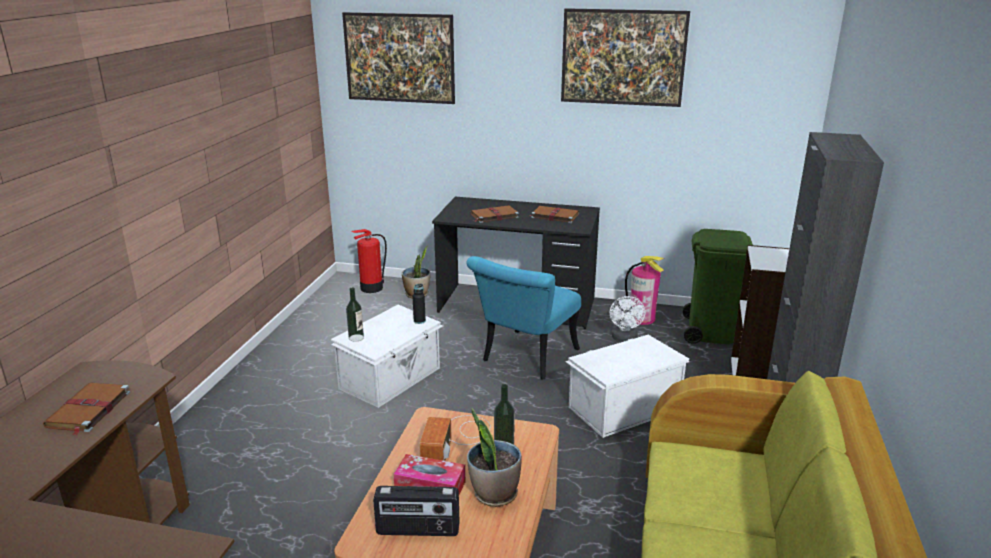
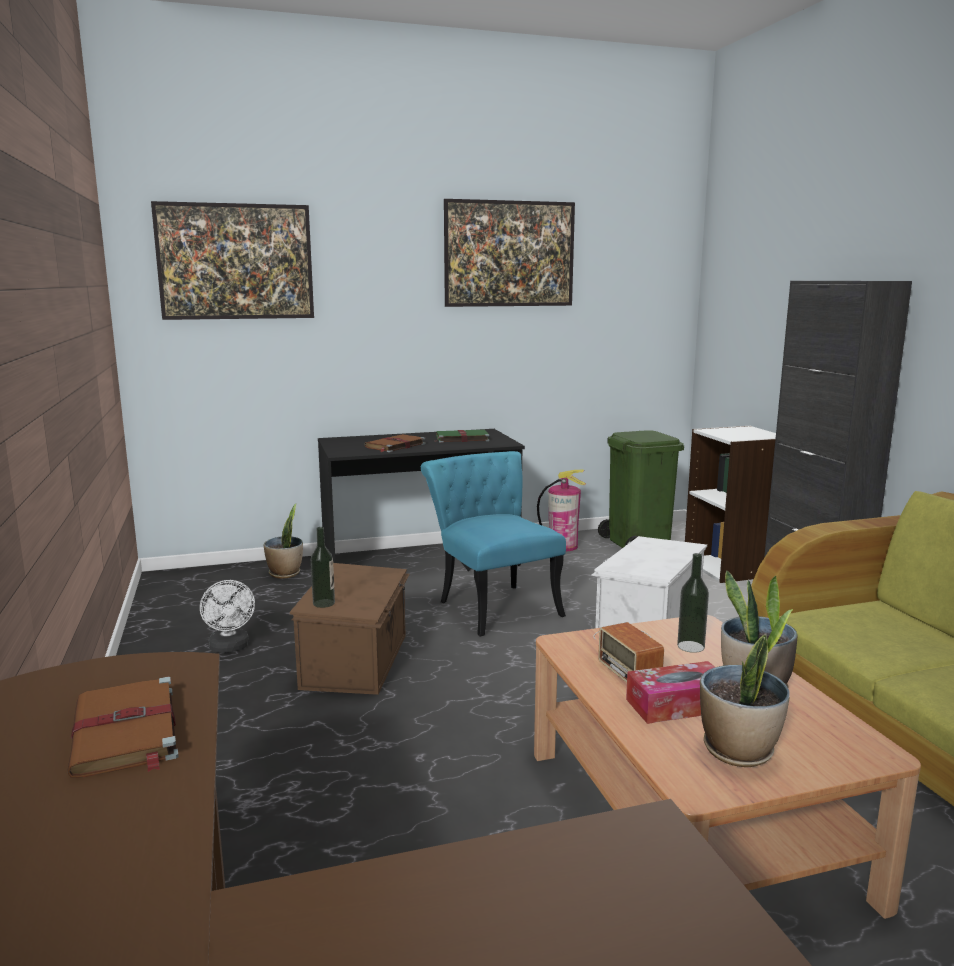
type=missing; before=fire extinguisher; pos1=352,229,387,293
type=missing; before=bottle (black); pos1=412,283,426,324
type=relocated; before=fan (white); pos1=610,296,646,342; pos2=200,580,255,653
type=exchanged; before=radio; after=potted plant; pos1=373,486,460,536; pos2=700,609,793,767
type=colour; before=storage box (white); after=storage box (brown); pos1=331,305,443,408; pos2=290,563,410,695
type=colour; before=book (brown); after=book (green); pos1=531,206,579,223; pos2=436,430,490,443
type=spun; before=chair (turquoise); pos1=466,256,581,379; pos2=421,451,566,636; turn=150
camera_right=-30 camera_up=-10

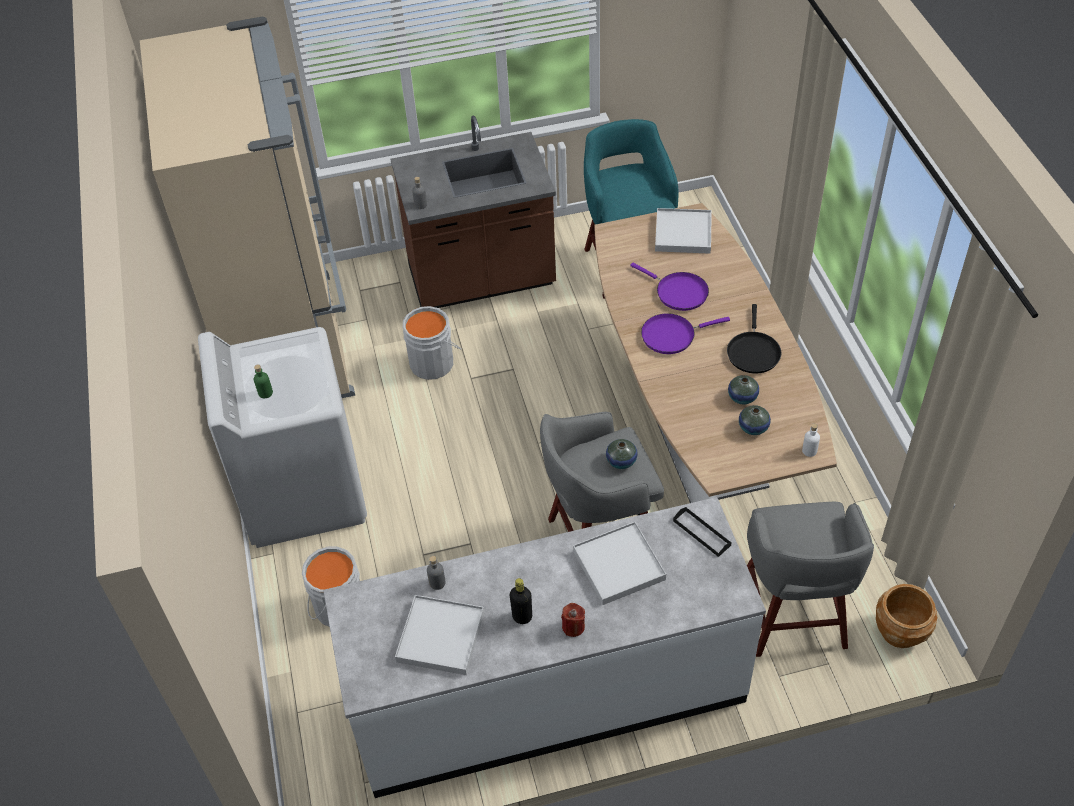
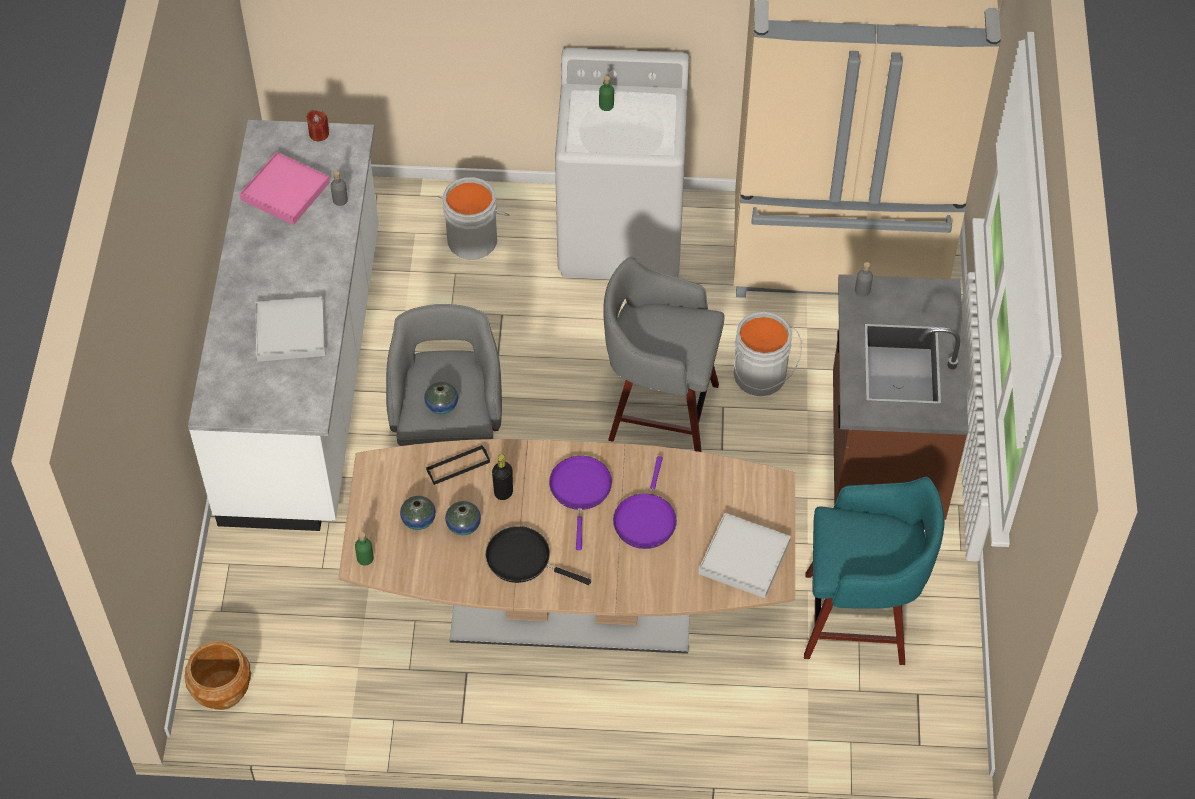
type=relocated; before=bottle (black); pos1=510,578,532,624; pos2=492,454,513,500
type=relocated; before=candle (red); pos1=561,603,585,637; pos2=306,110,329,141
type=relocated; before=tray (black); pos1=673,507,732,557; pos2=426,445,490,485
type=relocated; before=stool (grey); pos1=747,502,874,657; pos2=603,257,725,452
type=colour; before=tray (white); after=tray (pink); pos1=395,595,484,675; pos2=240,152,330,225
type=colour; before=bottle (white); after=bottle (green); pos1=802,423,820,457; pos2=355,532,374,565
type=spun; before=frying pan (purple); pos1=630,263,709,311; pos2=613,456,677,549; turn=-45
camera_right=105 camera_up=5

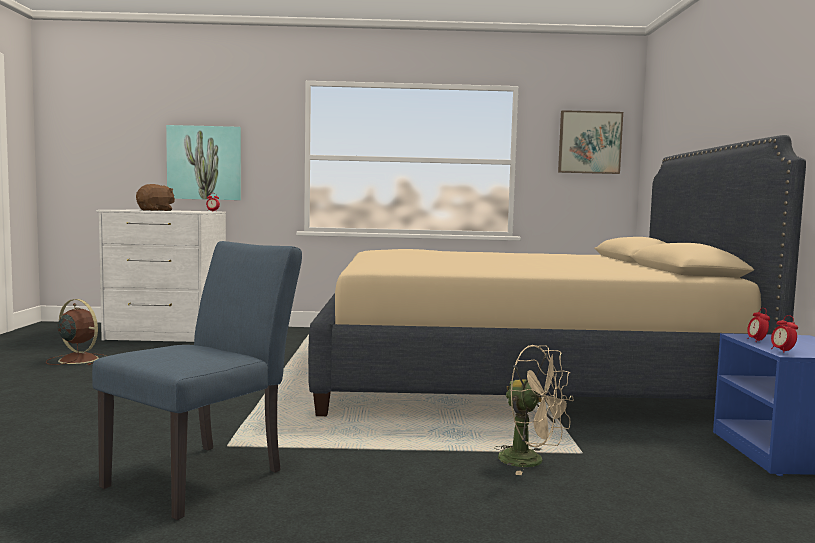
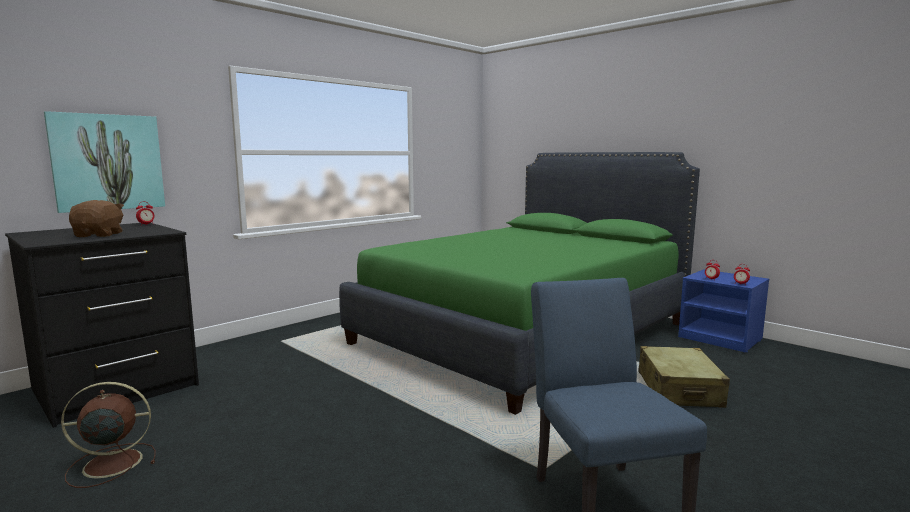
type=missing; before=picture; pos1=558,110,623,174
type=exchanged; before=fan (beige); after=suitcase (beige); pos1=494,345,574,475; pos2=638,346,730,408
type=colour; before=dresser (white); after=dresser (black); pos1=96,210,226,342; pos2=5,223,199,428
type=colour; before=bed (beige); after=bed (green); pos1=308,135,806,416; pos2=339,152,700,415
camera_right=-45 camera_up=5

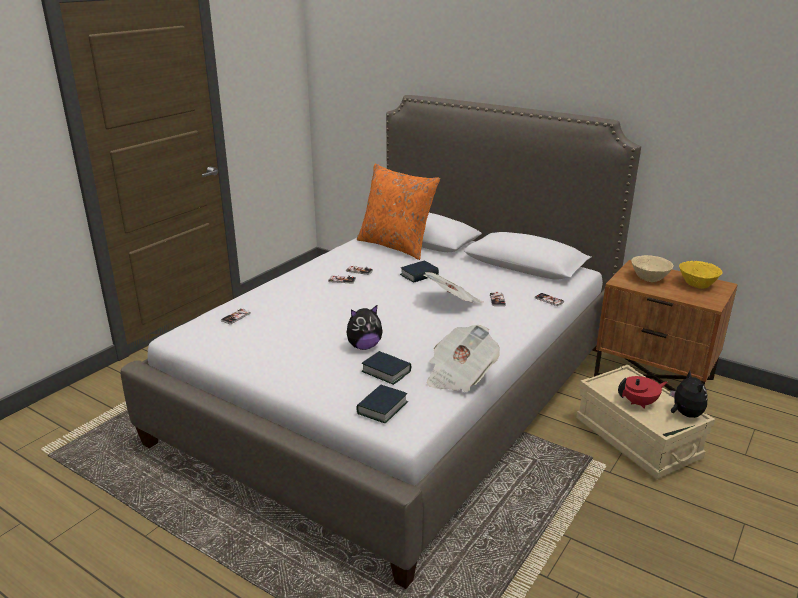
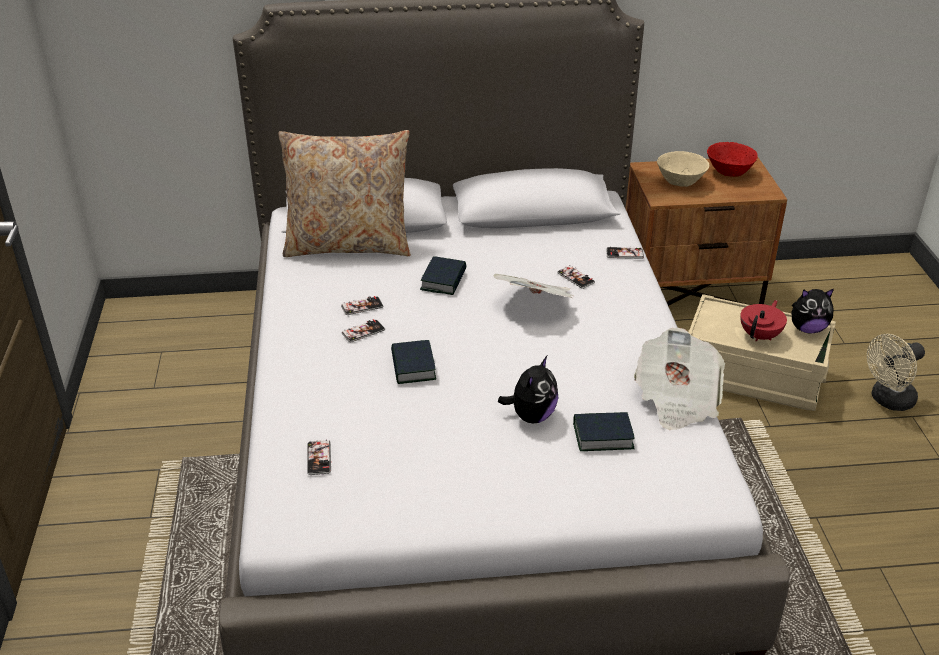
type=appeared; after=fan (beige); pos2=867,334,925,411
type=relocated; before=book; pos1=356,385,408,423; pos2=391,340,436,384
type=colour; before=pillow (orange); after=pillow (beige); pos1=357,164,440,260; pos2=278,130,411,257
type=colour; before=bowl (yellow); after=bowl (red); pos1=679,261,723,289; pos2=707,142,758,177
type=spun; before=plush toy; pos1=670,370,708,418; pos2=792,289,834,334; turn=135
camera_right=-40 camera_up=10

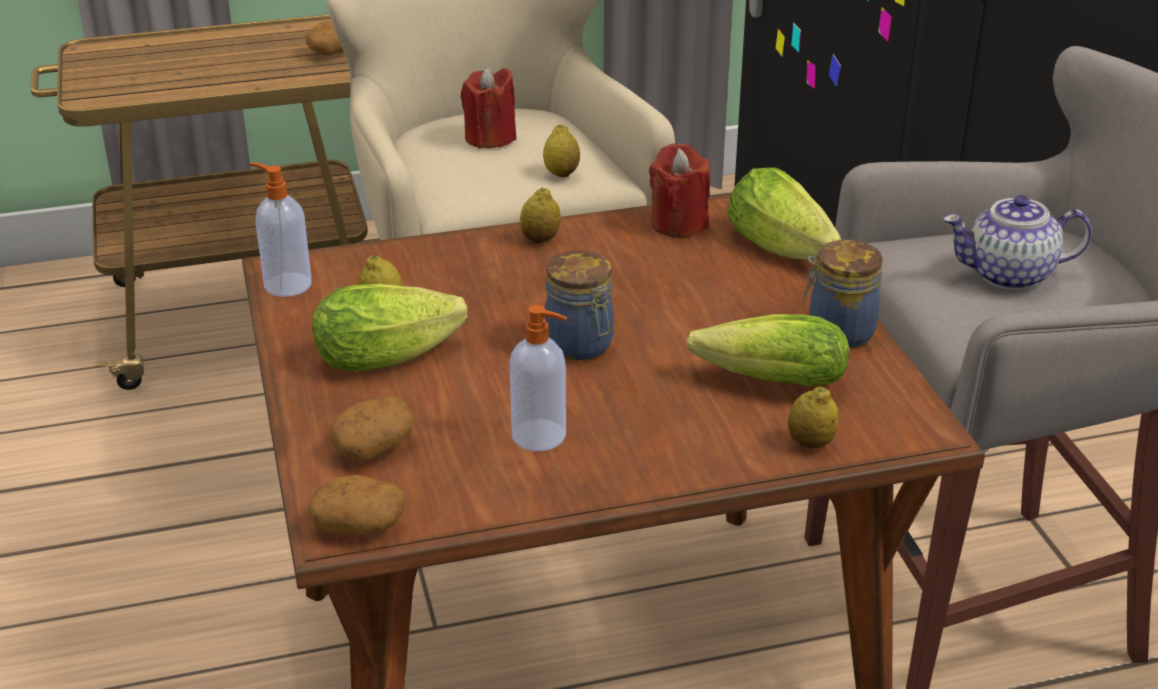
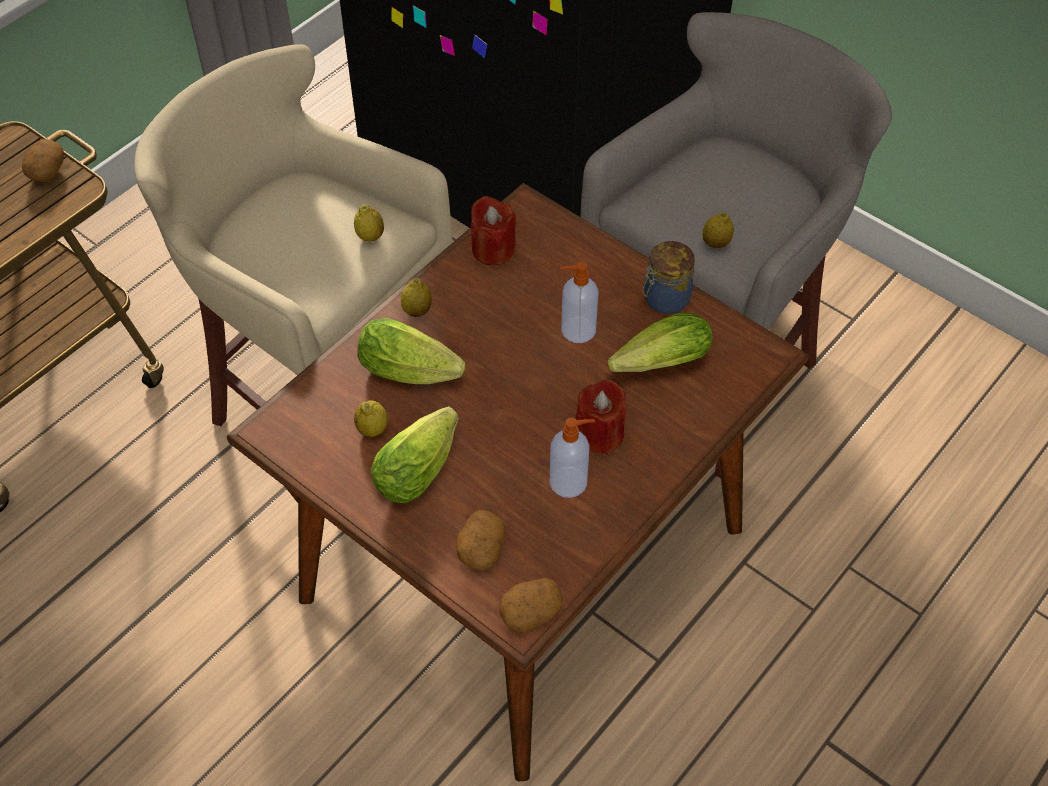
type=missing; before=jar; pos1=544,251,614,360
type=missing; before=teapot; pos1=944,195,1092,290
type=relocated; before=soap dispenser; pos1=250,163,312,297; pos2=560,262,599,343
type=relocated; before=candle (red); pos1=461,67,517,149; pos2=576,380,626,455
type=relocated; before=lettuce; pos1=727,167,841,260; pos2=358,318,465,384
type=relocated; before=lemon; pos1=788,387,839,448; pos2=703,212,734,248
camera_right=-35 camera_up=20

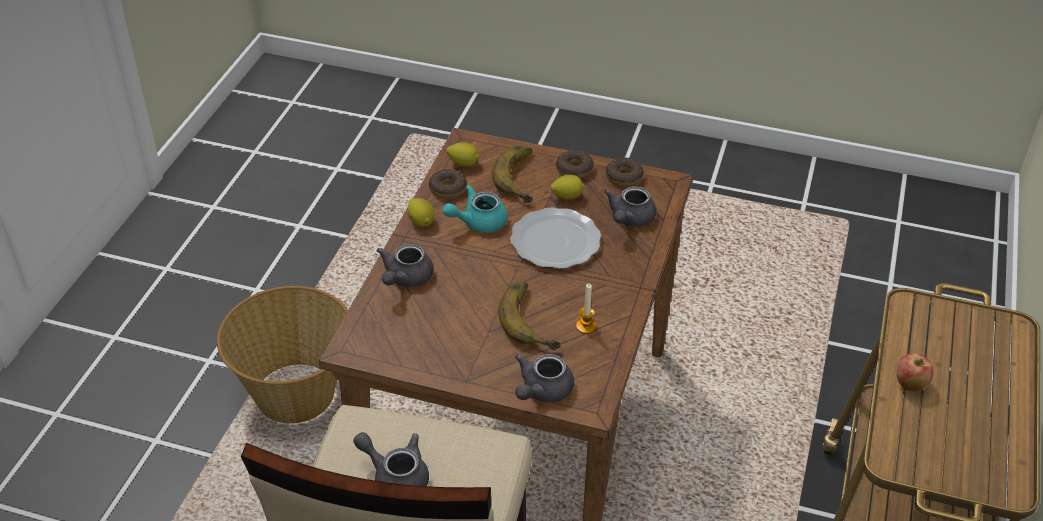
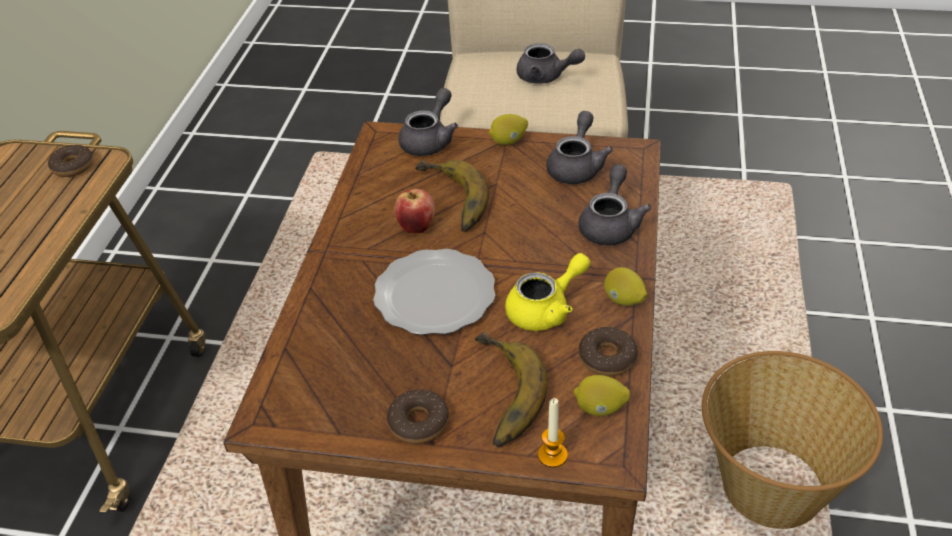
type=relocated; before=lemon; pos1=550,175,585,200; pos2=489,114,528,145
type=relocated; before=candle; pos1=576,283,596,334; pos2=538,398,568,468
type=relocated; before=teapot (grey); pos1=604,186,656,227; pos2=546,111,613,184
type=relocated; before=donut; pos1=606,157,644,186; pos2=48,145,94,177
type=relocated; before=apple; pos1=897,353,934,391; pos2=394,189,435,233
type=colour; before=teapot (turquoise); after=teapot (yellow); pos1=442,185,508,233; pos2=505,253,590,331
camera_right=175 camera_up=0

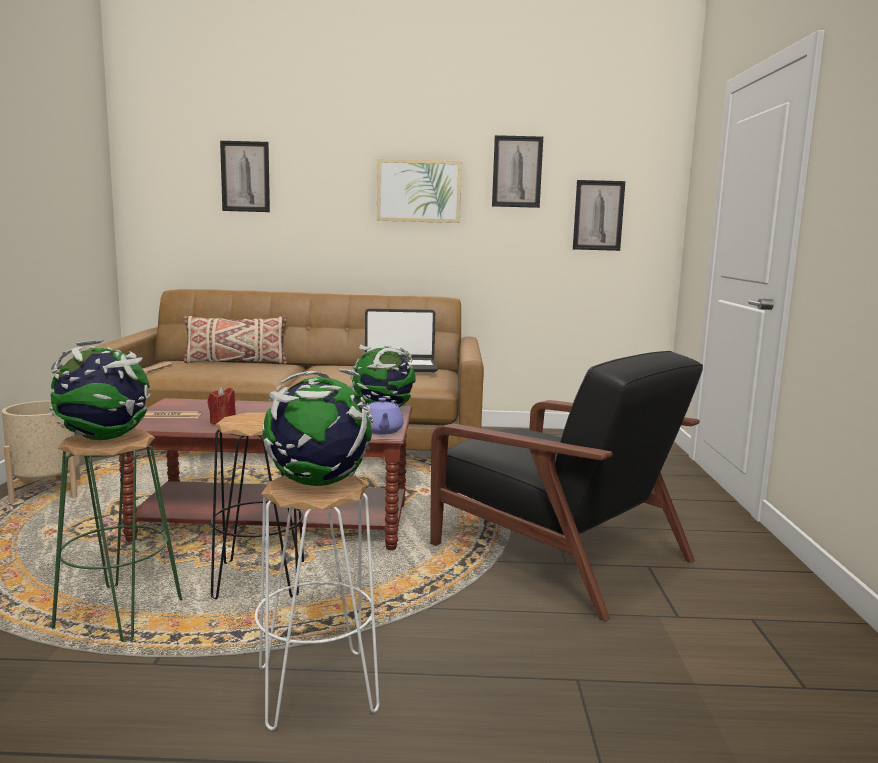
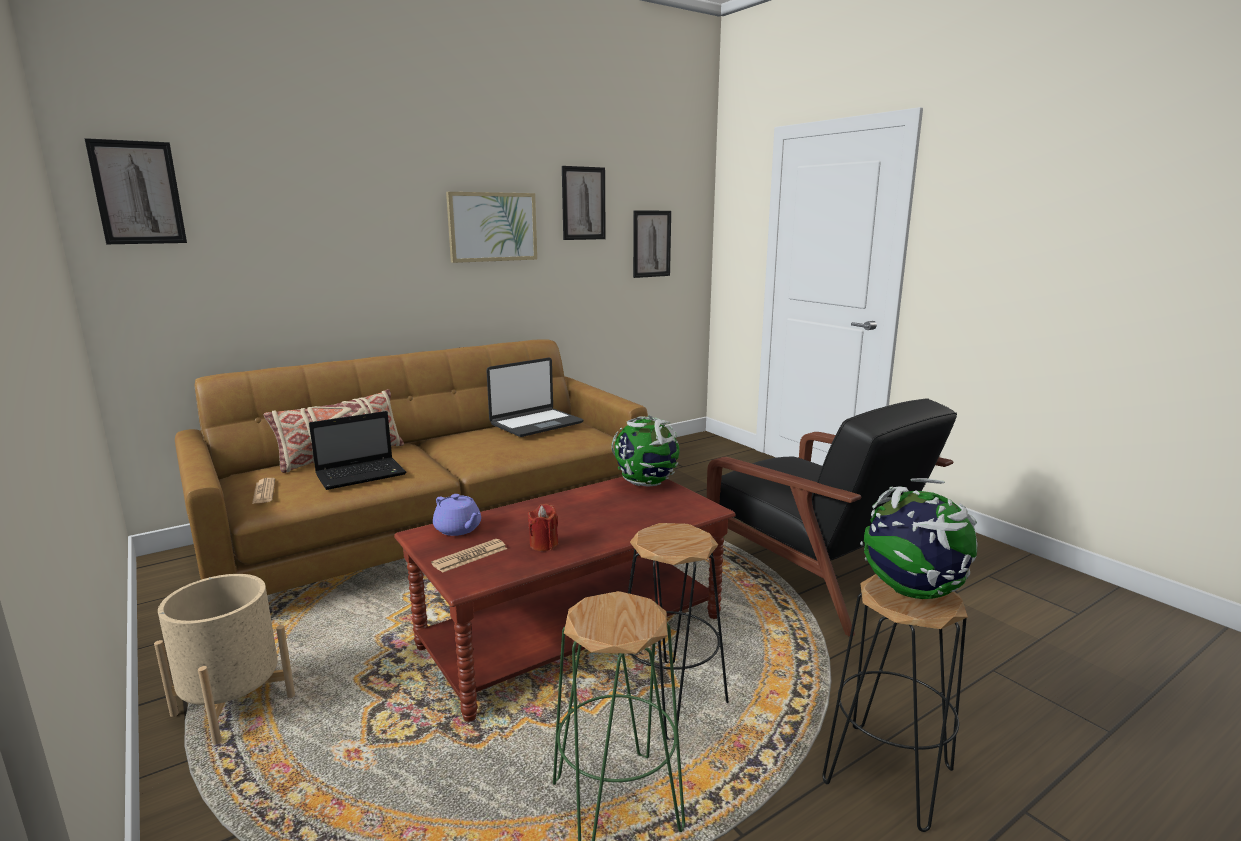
type=missing; before=globe; pos1=49,340,152,440
type=appeared; after=laptop; pos2=309,411,406,490
type=relocated; before=picture; pos1=220,141,270,212; pos2=84,138,187,244
type=relocated; before=teapot (purple); pos1=365,398,404,435; pos2=433,494,481,536
type=colour; before=stool (white); after=stool (black); pos1=255,475,379,731; pos2=822,574,968,832
type=spun; before=armchair (black); pos1=430,351,703,622; pos2=707,398,957,637; turn=45
camera_right=-35 camera_up=5

